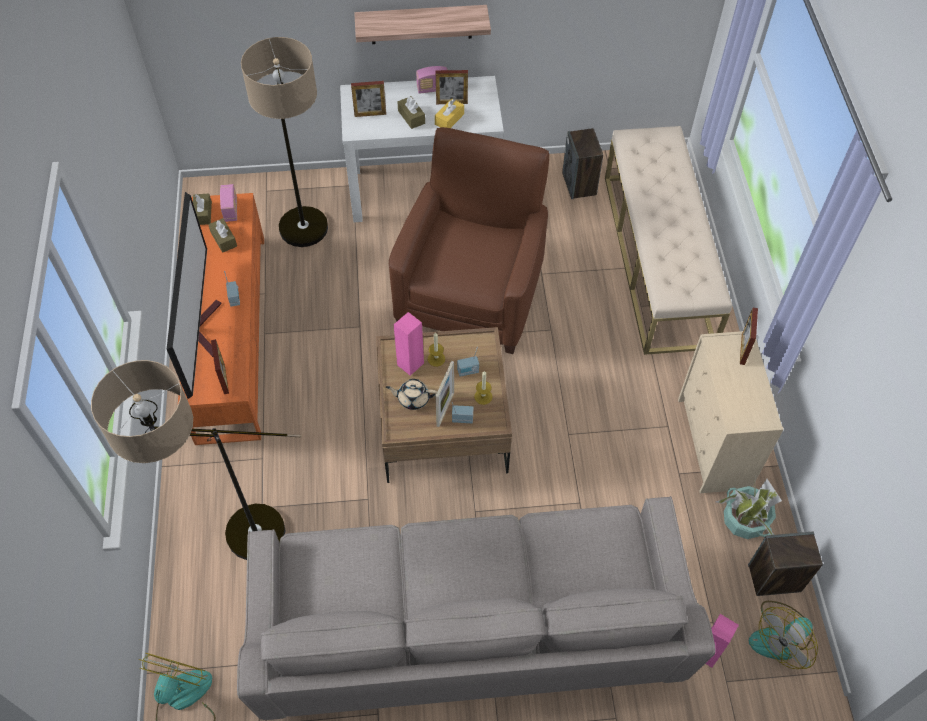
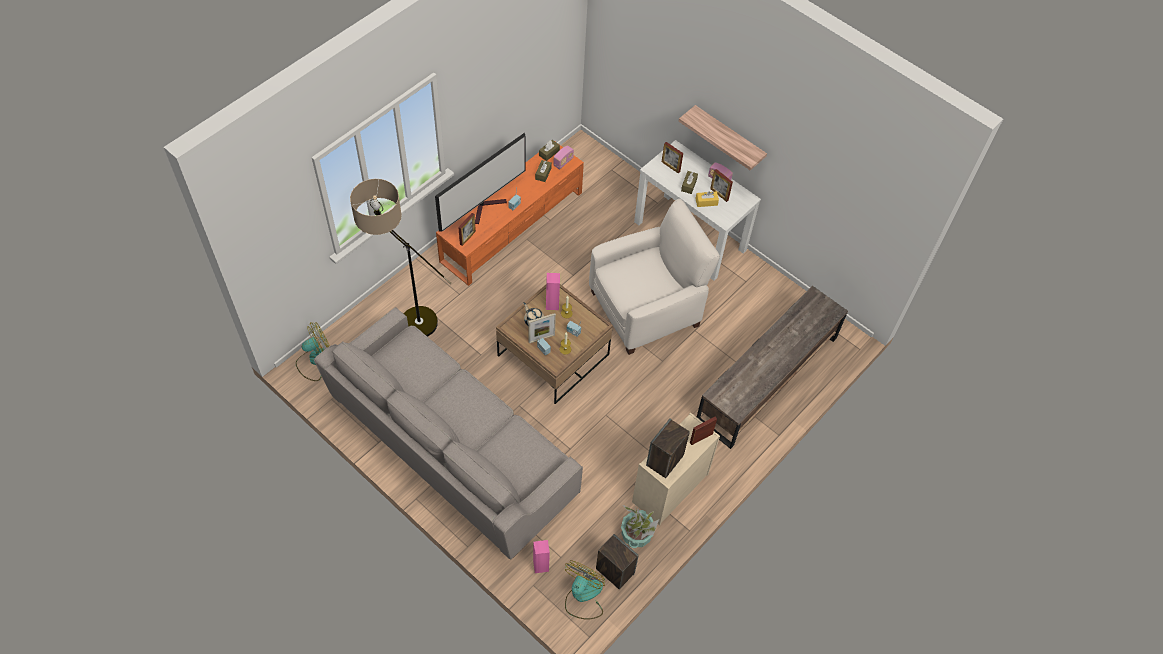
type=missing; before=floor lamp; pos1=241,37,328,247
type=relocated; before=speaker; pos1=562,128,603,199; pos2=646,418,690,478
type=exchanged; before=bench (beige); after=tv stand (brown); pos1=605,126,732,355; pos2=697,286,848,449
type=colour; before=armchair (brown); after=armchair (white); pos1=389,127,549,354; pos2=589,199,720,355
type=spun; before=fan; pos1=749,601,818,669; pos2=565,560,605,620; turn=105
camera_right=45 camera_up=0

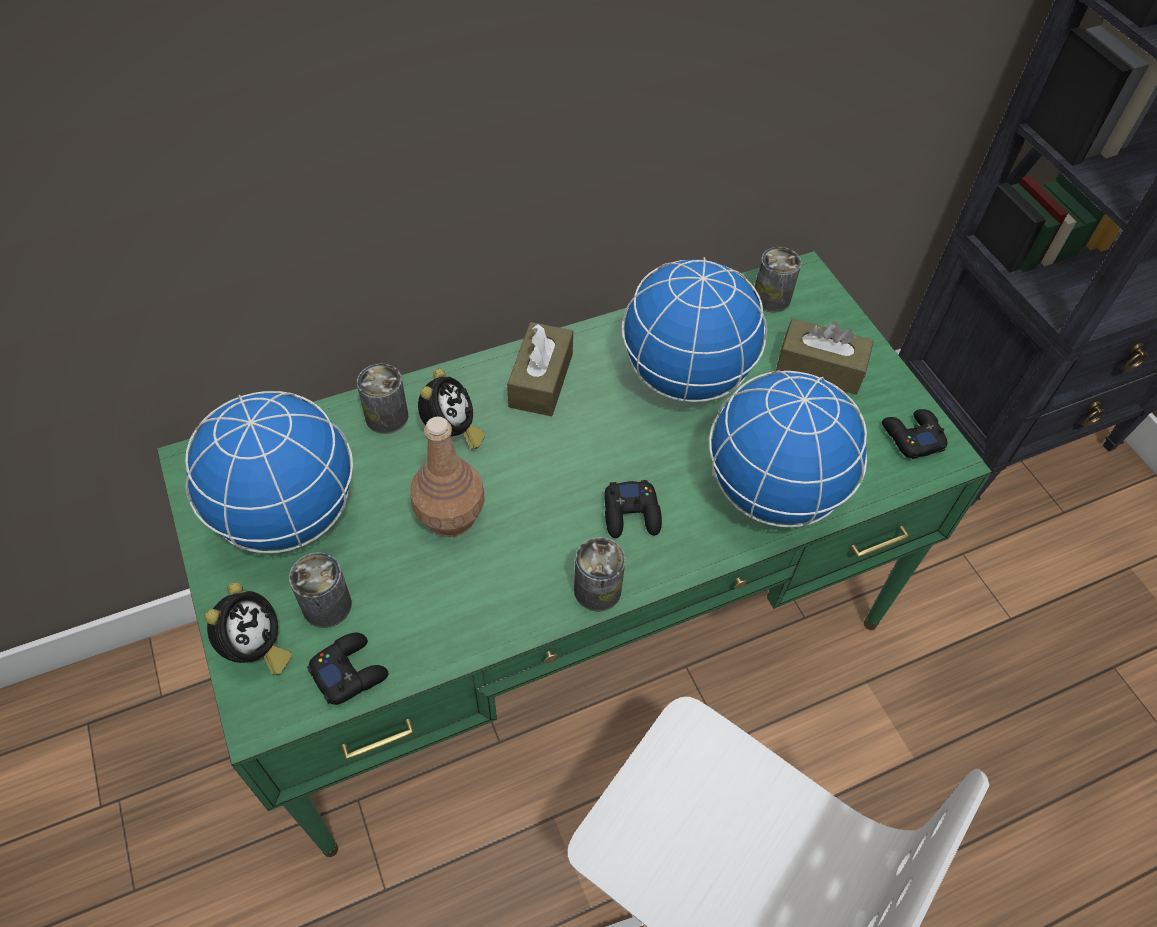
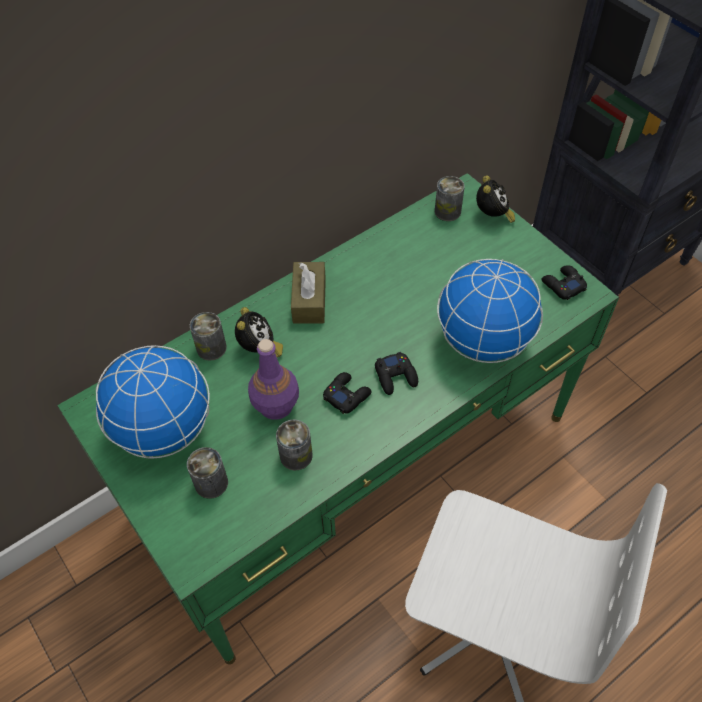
type=missing; before=globe; pos1=622,257,767,402
type=missing; before=tissue box (brown); pos1=776,318,874,395
type=relocated; before=alarm clock; pos1=204,582,292,675; pos2=476,176,515,223
type=relocated; before=game controller (black); pos1=307,633,389,705; pos2=323,372,372,414
type=relocated; before=can; pos1=574,537,626,612; pos2=276,420,313,470
type=colour; before=bottle (brown); after=bottle (purple); pos1=410,416,484,537; pos2=248,339,299,420
camera_right=-10 camera_up=0

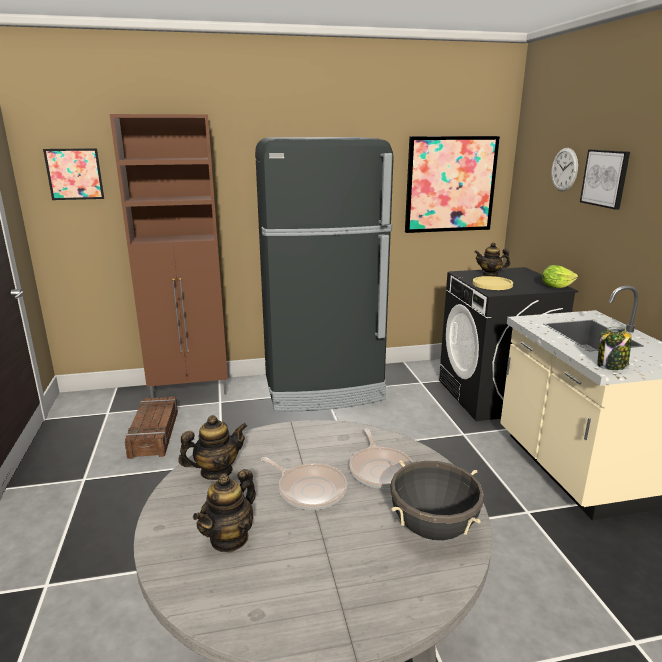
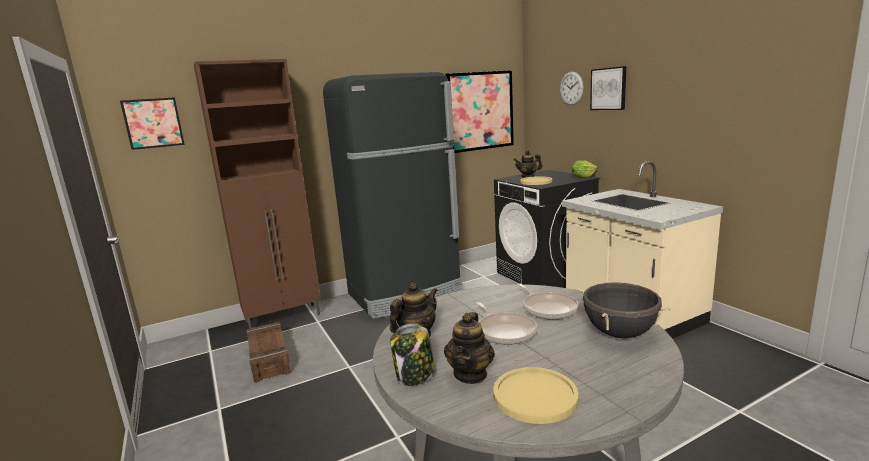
type=appeared; after=plate (yellow); pos2=493,367,578,424
type=relocated; before=jar; pos1=597,327,631,370; pos2=390,323,435,386
type=spun; before=frying pan; pos1=261,457,347,510; pos2=476,302,537,345; turn=45
camera_right=-15 camera_up=-5

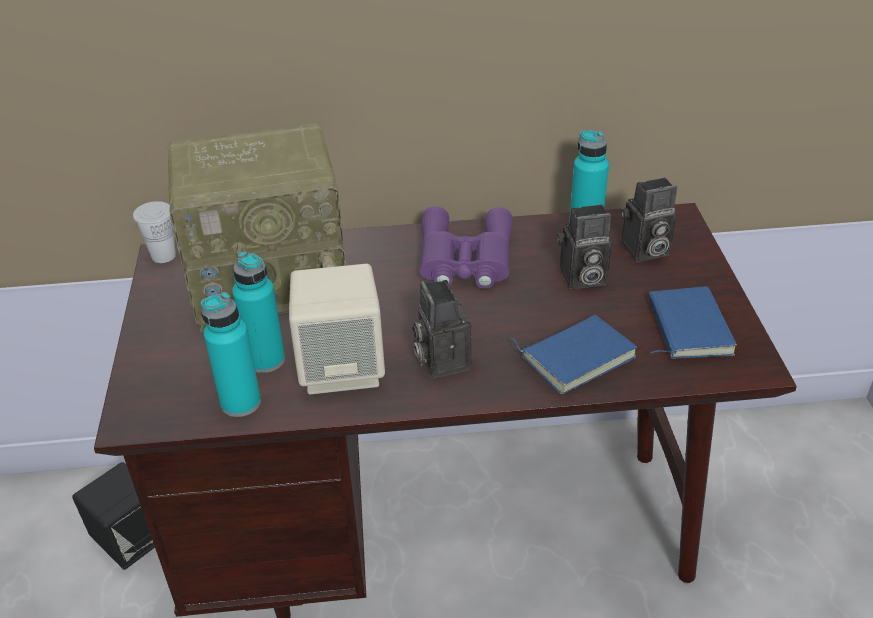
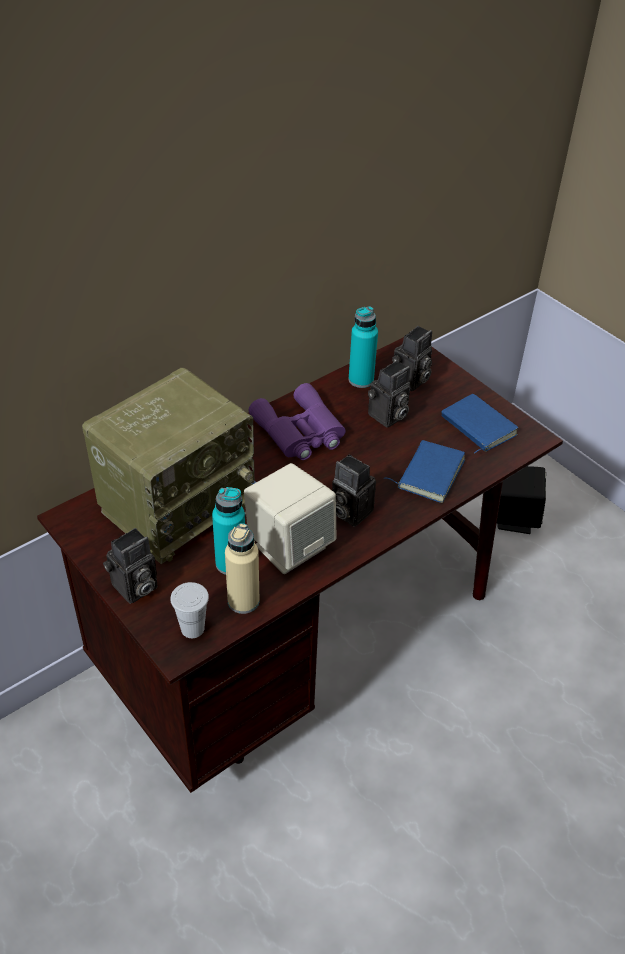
type=appeared; after=photo camera; pos2=103,528,158,604
type=relocated; before=speaker (black); pos1=72,462,155,570; pos2=497,466,546,534
type=relocated; before=cup (white); pos1=133,201,176,263; pos2=170,582,209,638
type=colour; before=bottle (turquoise); after=bottle (beige); pos1=201,292,261,417; pos2=225,523,260,614
camera_right=-35 camera_up=5

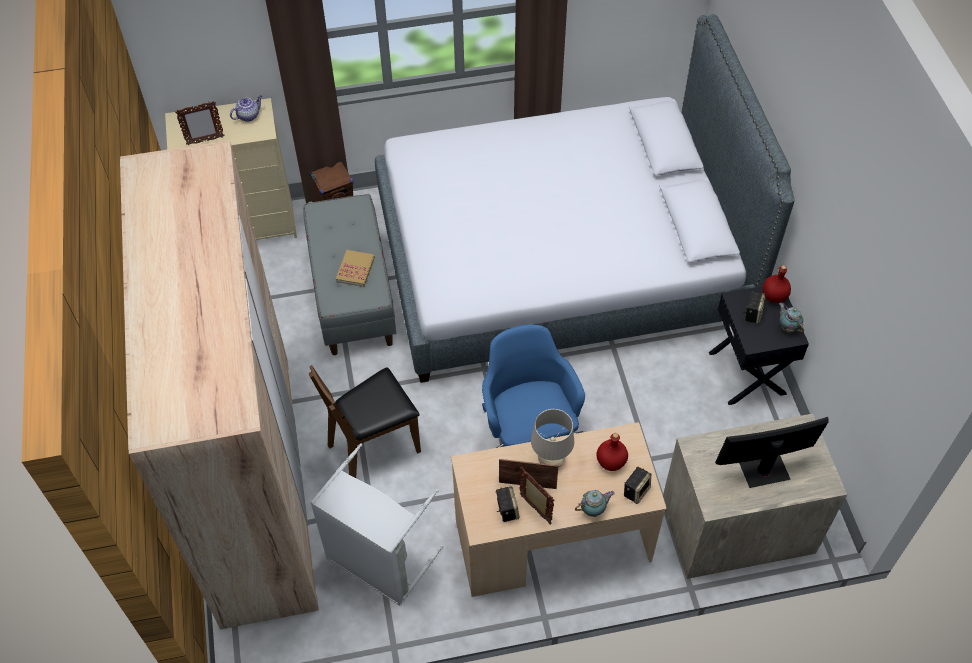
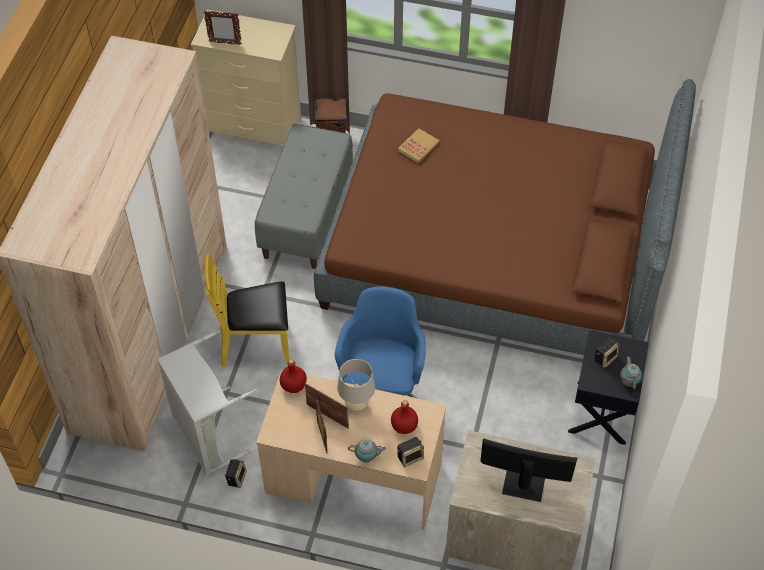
type=missing; before=teapot; pos1=230,95,262,122
type=relocated; before=book; pos1=336,250,375,287; pos2=398,128,439,163
type=relocated; before=speaker; pos1=495,486,519,522; pos2=225,459,247,488
type=relocated; before=bottle (red); pos1=763,265,791,303; pos2=280,359,307,393
type=colour; before=chair (brown); after=chair (yellow); pos1=309,365,421,478; pos2=205,253,290,367
type=colour; before=bed (grey); after=bed (brown); pos1=375,14,795,383; pos2=314,79,696,355
camera_right=25 camera_up=0

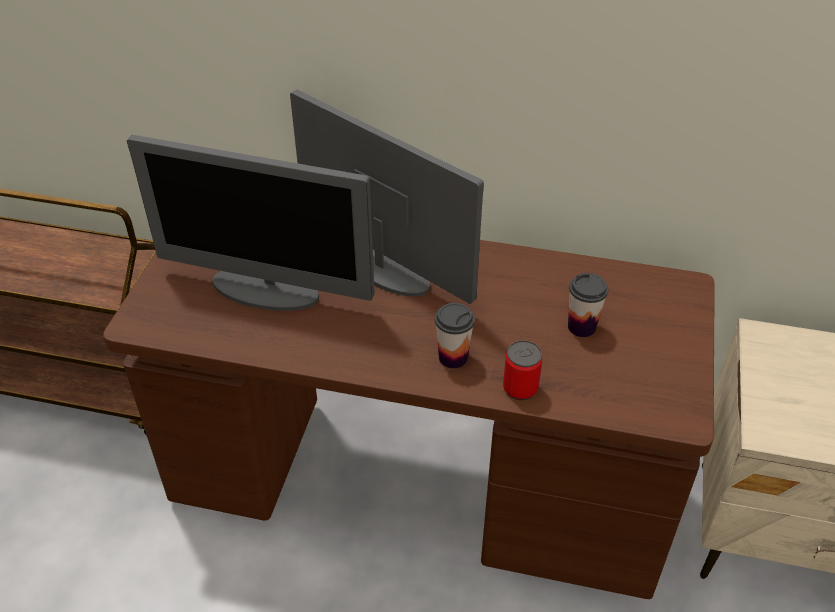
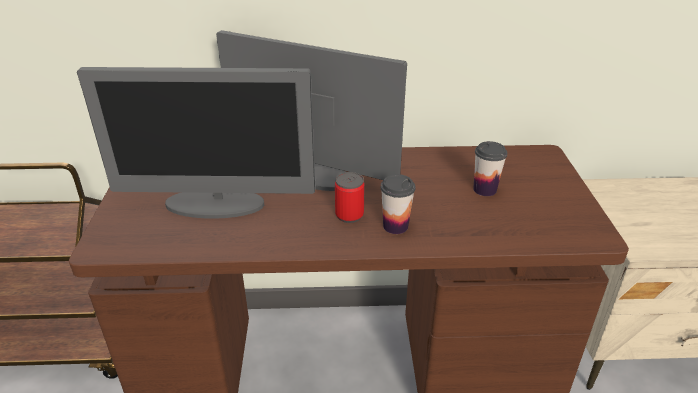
type=relocated; before=can; pos1=503,340,542,400; pos2=335,172,365,223
camera_right=-15 camera_up=-10

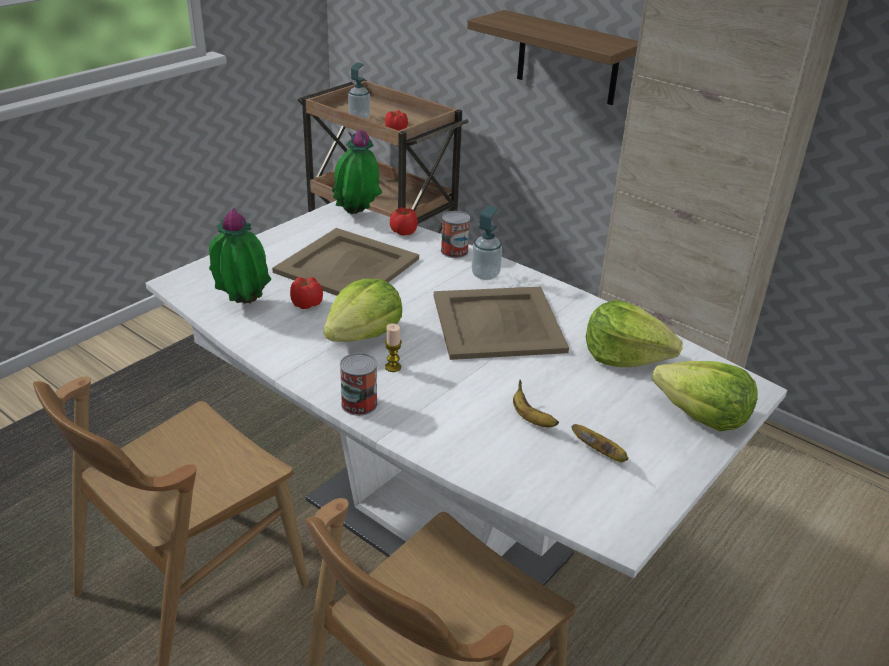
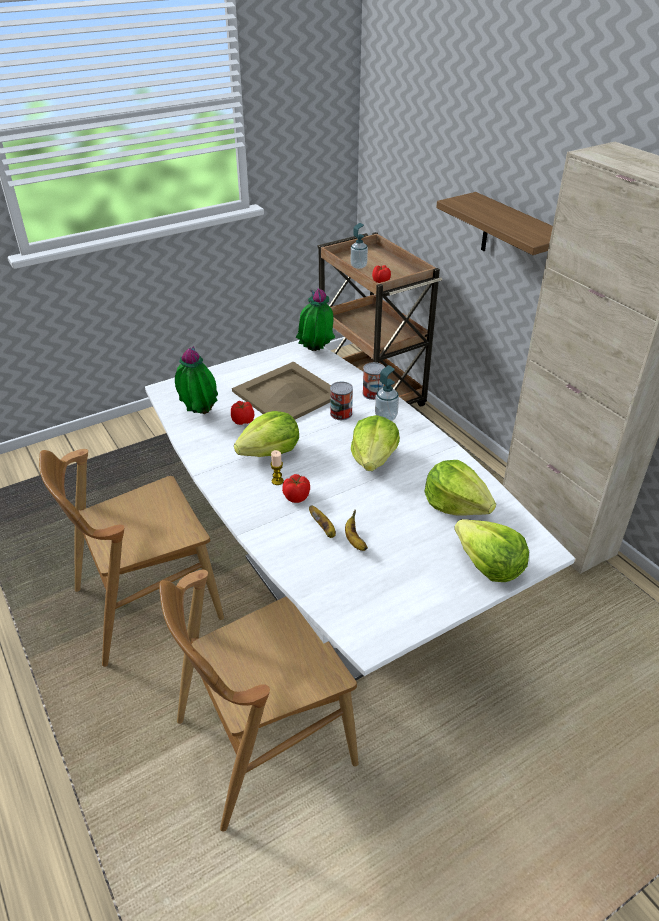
type=relocated; before=can; pos1=340,353,378,416; pos2=330,381,353,420
type=relocated; before=tomato; pos1=390,207,418,235; pos2=282,474,310,503
type=relocated; before=banana; pos1=571,424,629,462; pos2=309,505,336,538
type=exchanged; before=tray (beige); after=lettuce; pos1=434,286,569,360; pos2=351,415,400,471
camera_right=20 camera_up=5

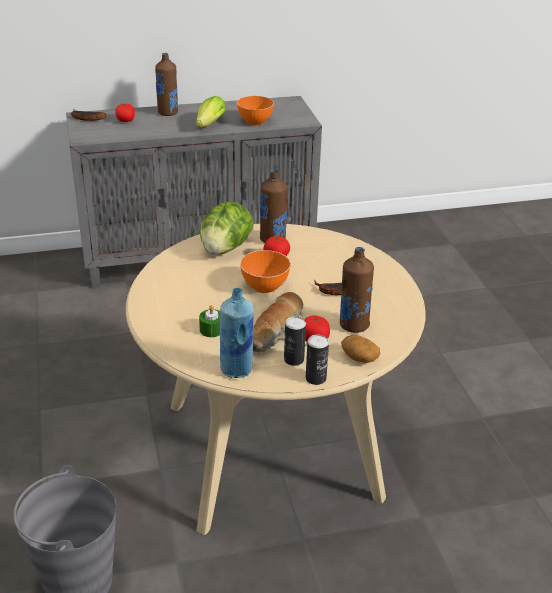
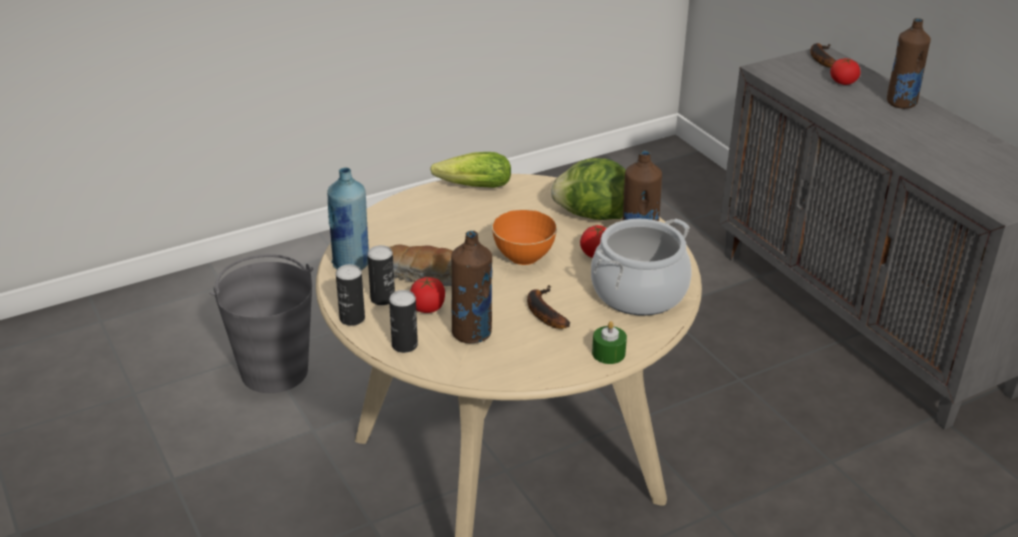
type=missing; before=bowl (orange); pos1=237,96,274,125
type=appeared; after=cooking pot; pos2=591,219,692,316
type=relocated; before=lettuce; pos1=196,96,226,127; pos2=430,152,511,188
type=relocated; before=candle (green); pos1=199,305,220,337; pos2=592,321,627,364
type=exchanged; before=potato; after=can; pos1=341,335,380,363; pos2=389,290,418,353
camera_right=75 camera_up=0

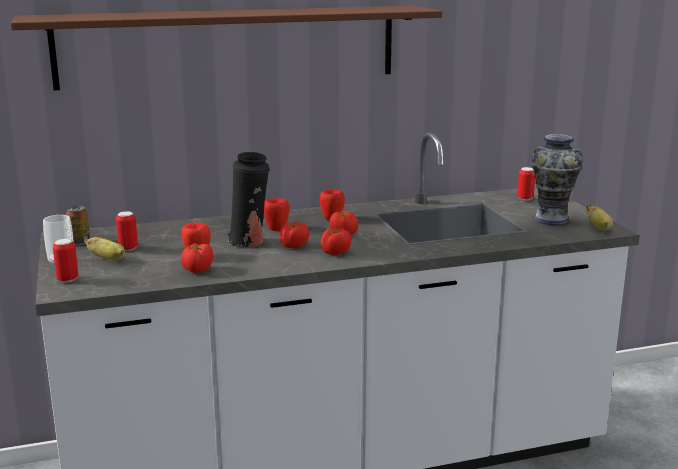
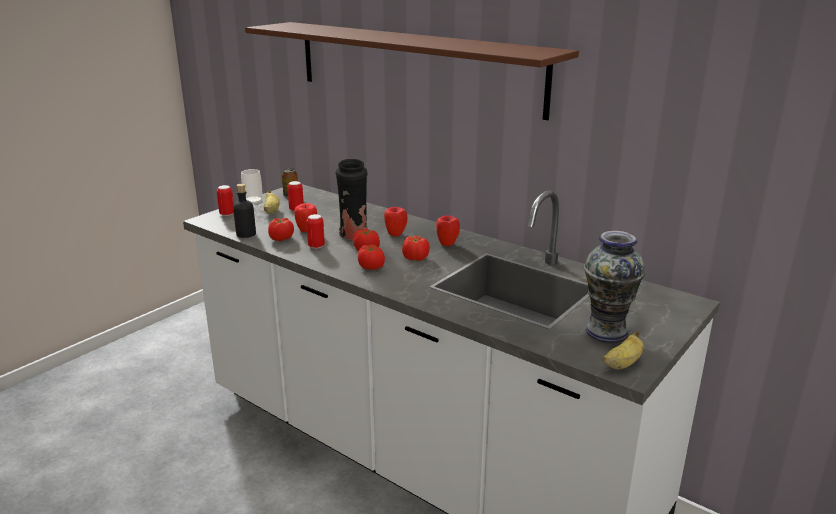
type=appeared; after=bottle (black); pos2=233,184,256,238
type=relocated; before=can; pos1=517,167,535,201; pos2=306,214,325,249
camera_right=55 camera_up=5

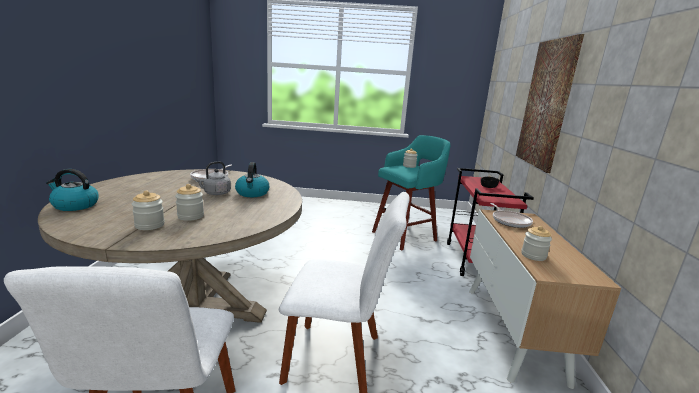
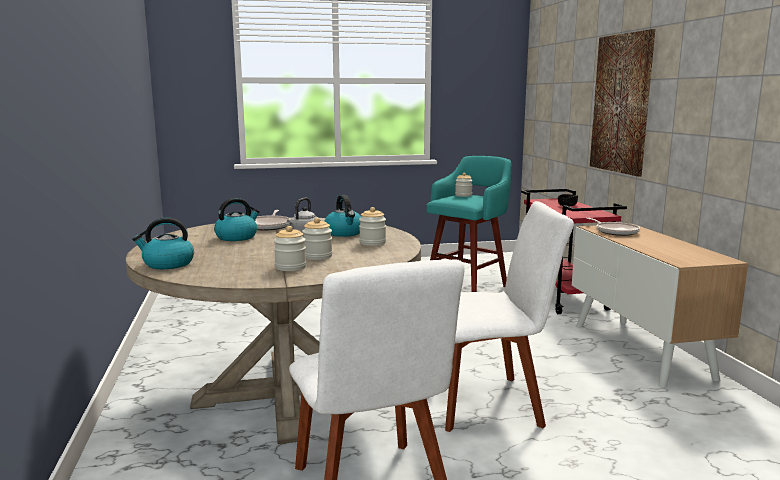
type=appeared; after=kettle; pos2=214,198,260,241
type=relocated; before=jar; pos1=521,226,552,261; pos2=359,207,386,246
camera_right=-15 camera_up=-5

